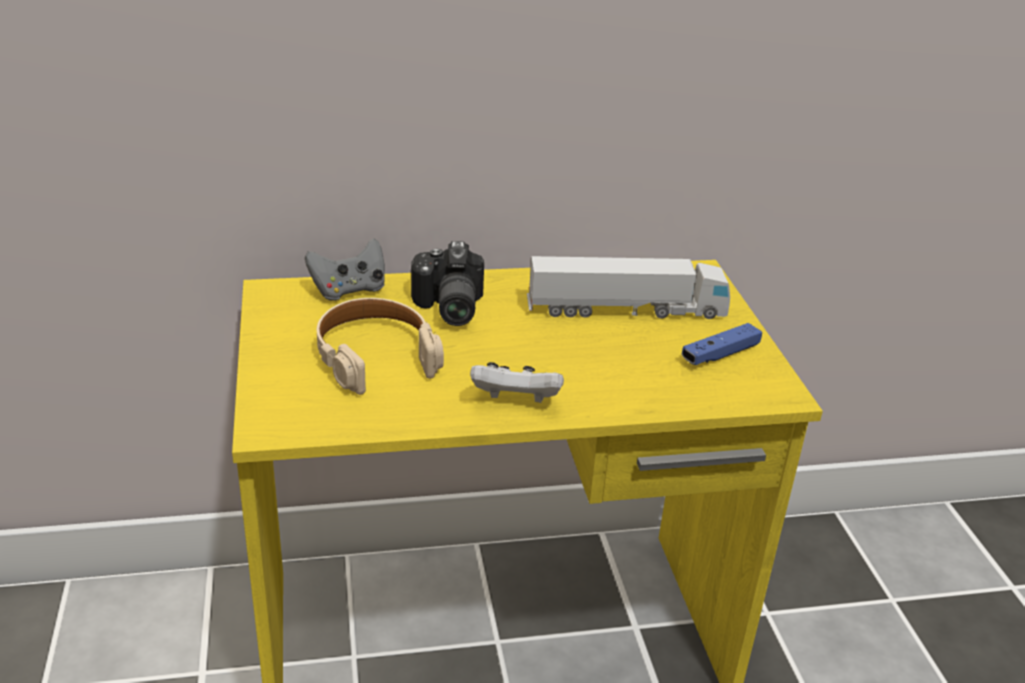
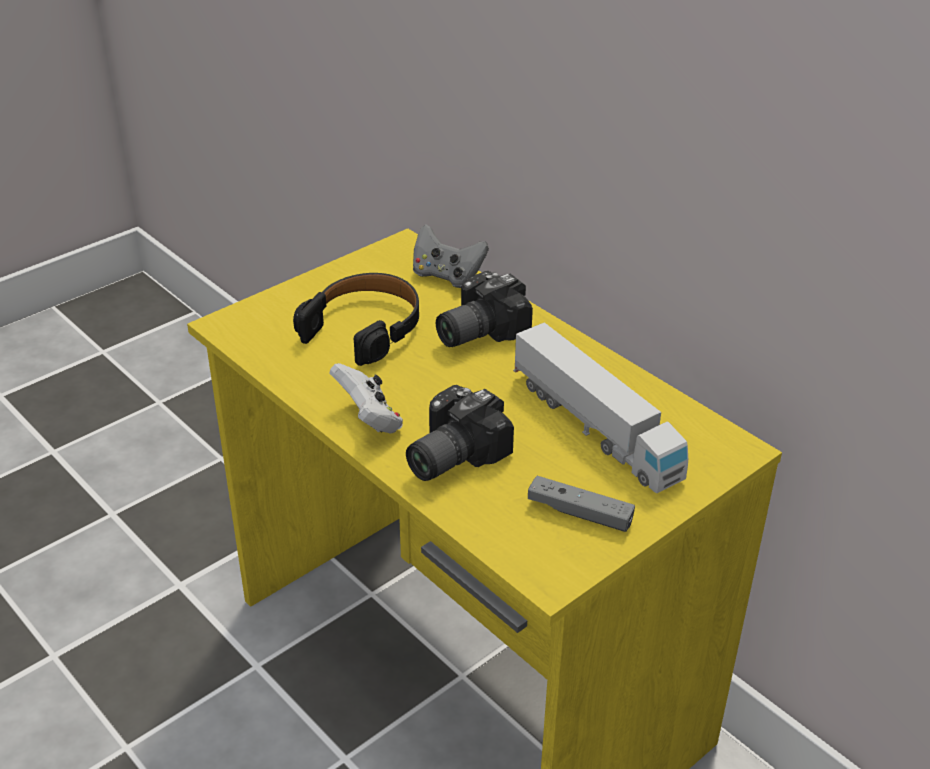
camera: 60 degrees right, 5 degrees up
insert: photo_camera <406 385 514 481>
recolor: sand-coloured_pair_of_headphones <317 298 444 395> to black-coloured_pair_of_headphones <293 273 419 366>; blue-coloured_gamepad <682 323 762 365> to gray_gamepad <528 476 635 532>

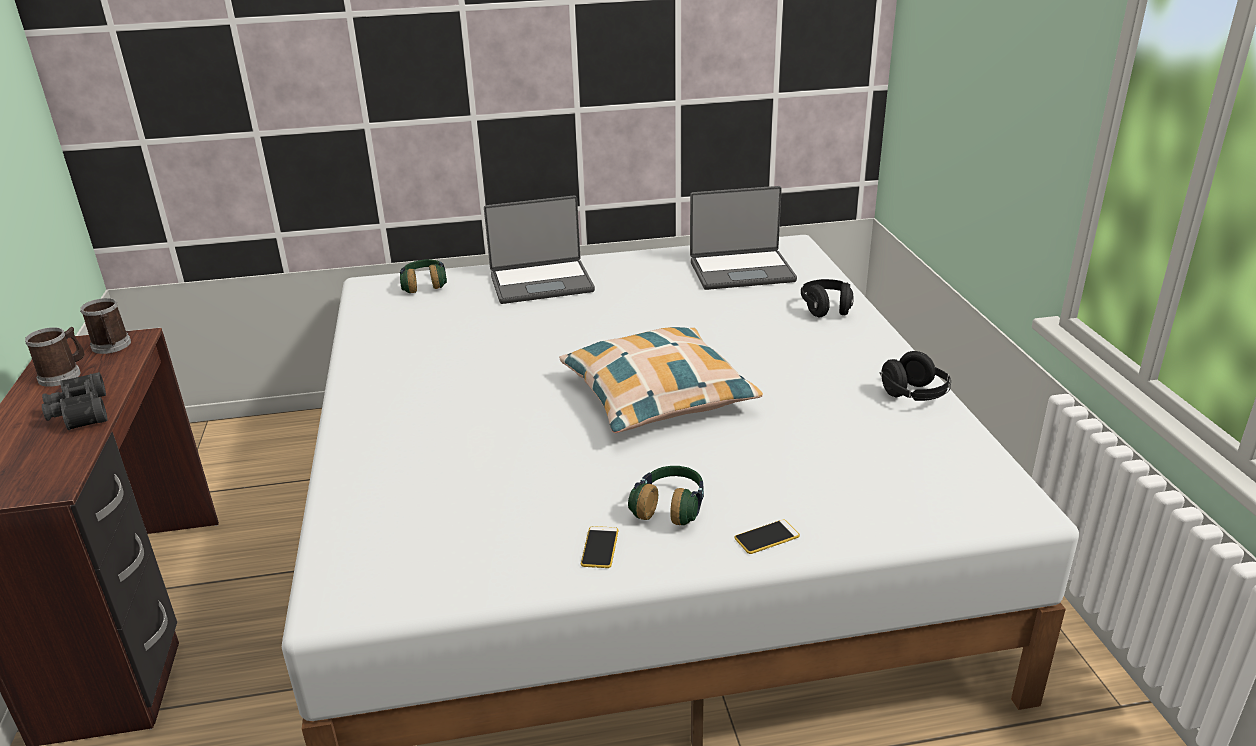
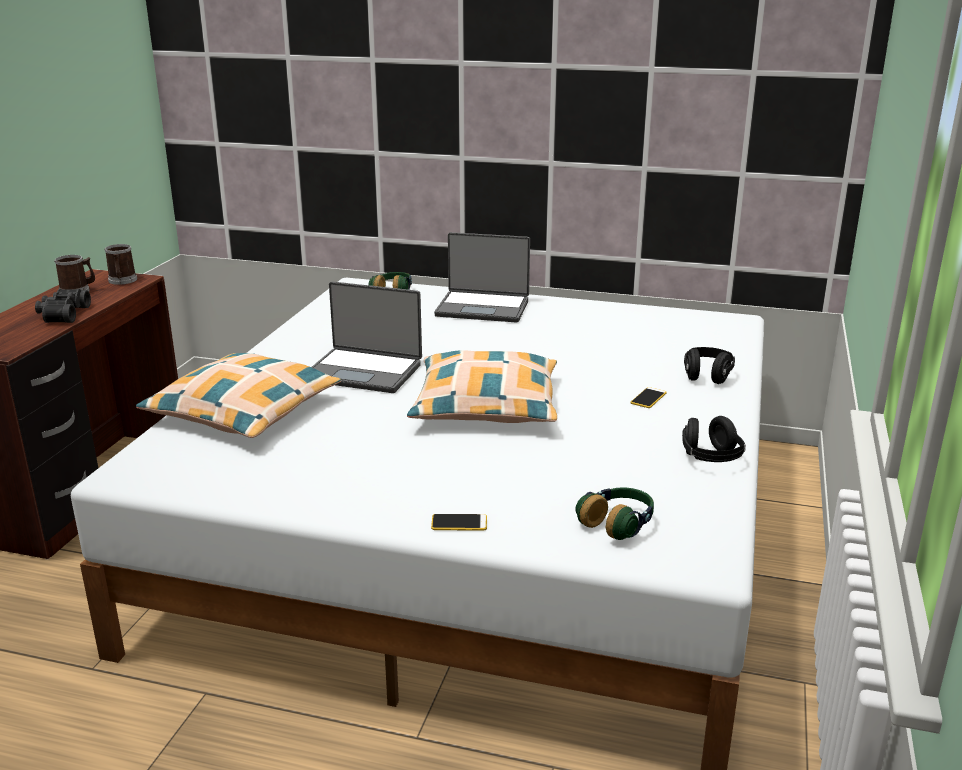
camera: 25 degrees right, 5 degrees down
insert: pillow <136 353 341 438>
move: handset <581 526 618 568> to <631 387 667 408>; pair_of_headphones <628 466 704 525> to <575 487 654 540>; notebook_computer <690 186 797 290> to <312 281 422 393>

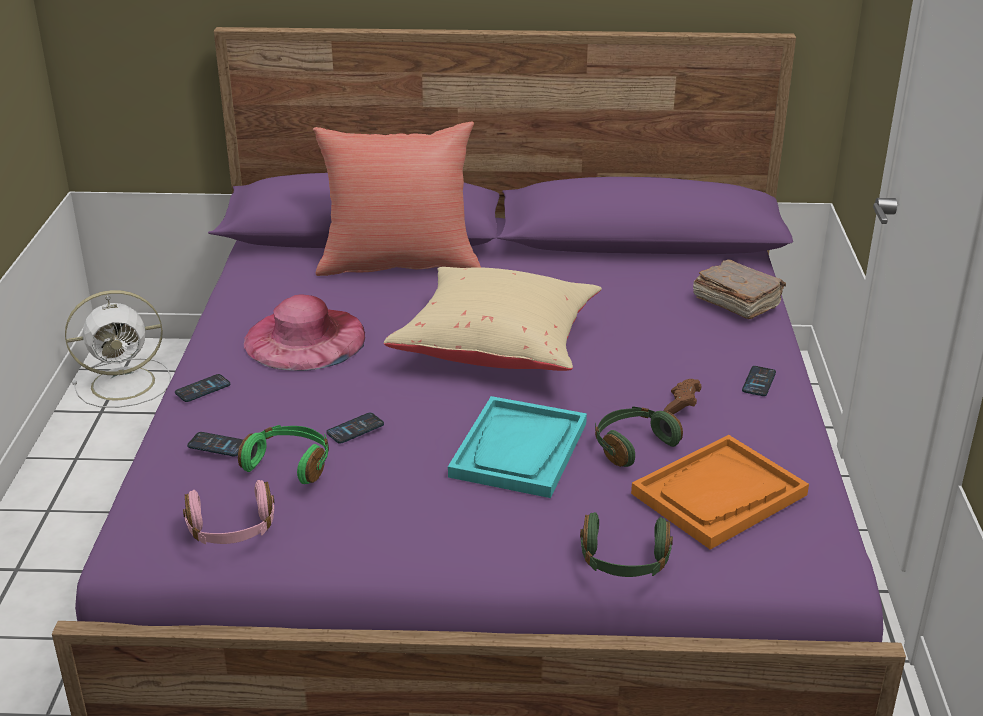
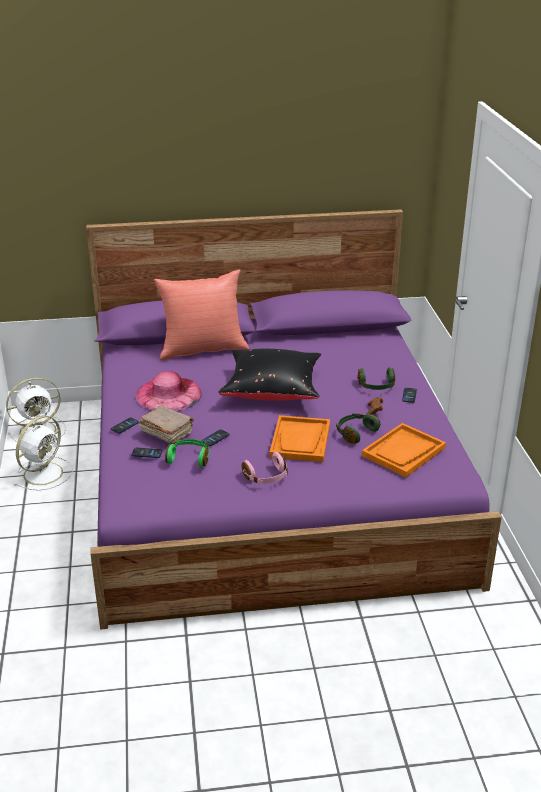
camera: 10 degrees left, 0 degrees up
insert: white_fan <14 416 73 491>
move: pink_pair_of_headphones <183 480 275 544> to <242 452 288 484>; green_pair_of_headphones <580 512 673 577> to <357 367 395 390>; brown_bound_book <693 259 786 319> to <139 406 194 444>
recolor: sand-coloured_pillow <384 267 602 371> to black-coloured_pillow <218 349 321 401>; blue-green_serving_tray <448 396 587 498> to orangey_serving_tray <270 415 330 462>

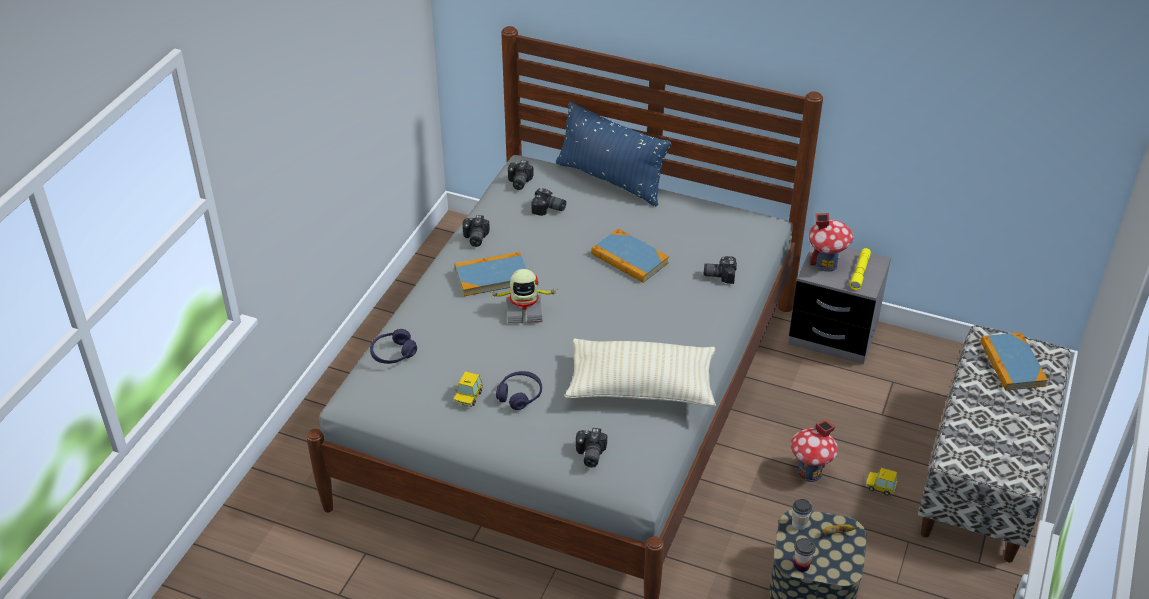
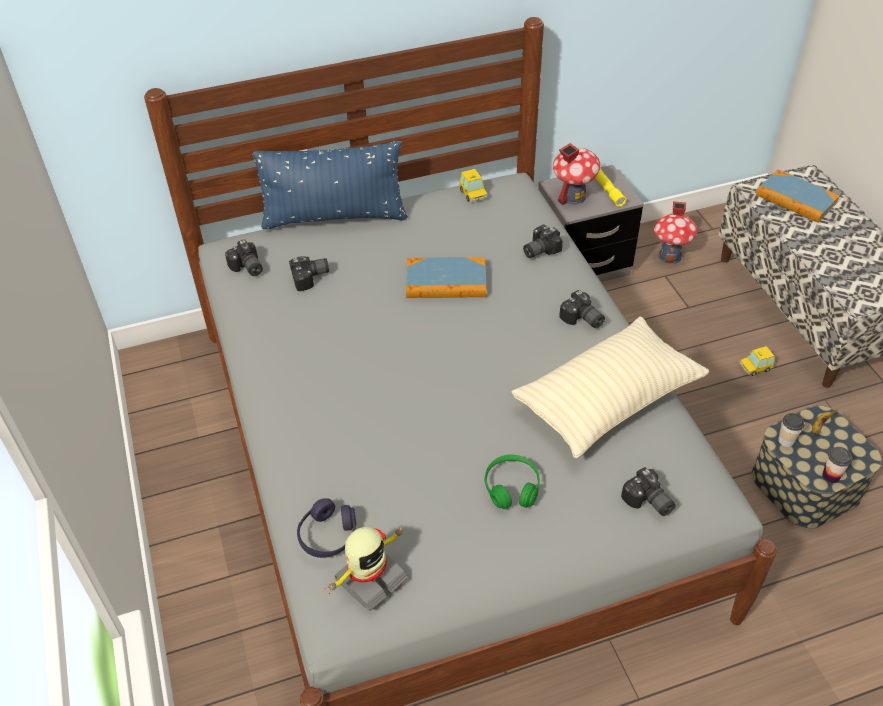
camera: 40 degrees left, 5 degrees up
delete: bound_book <455 252 527 296>
move: miniature_car <453 372 483 407> to <459 169 488 202>; photo_camera <463 215 490 247> to <559 290 605 328>; robot_figure <491 269 558 323> to <325 525 407 611>; miniature_house <791 419 838 482> to <653 201 698 264>
recolor: purple-coloured_pair_of_headphones <496 371 542 410> to green_pair_of_headphones <484 454 540 509>

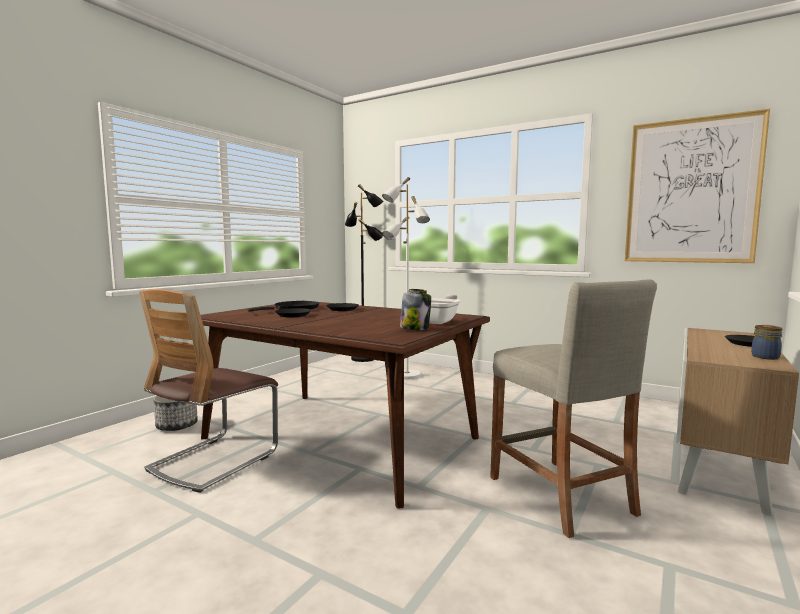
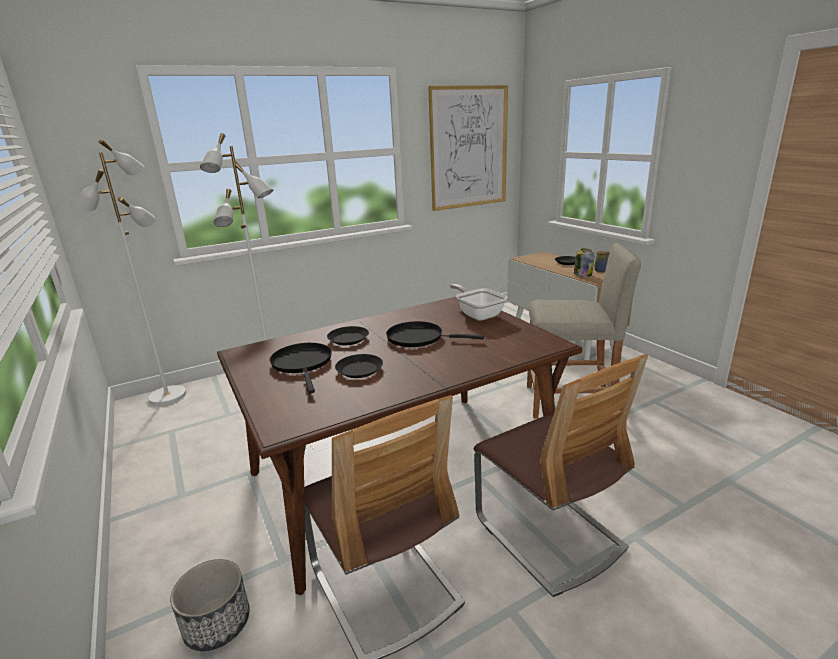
camera: 60 degrees left, 15 degrees up
insert: black-coloured_frying_pan <386 321 484 347>; chair <474 354 648 597>
move: jar <400 289 431 330> to <574 248 595 277>
recolor: black-coloured_standing_lamp <345 184 383 362> to white_standing_lamp <74 139 186 406>

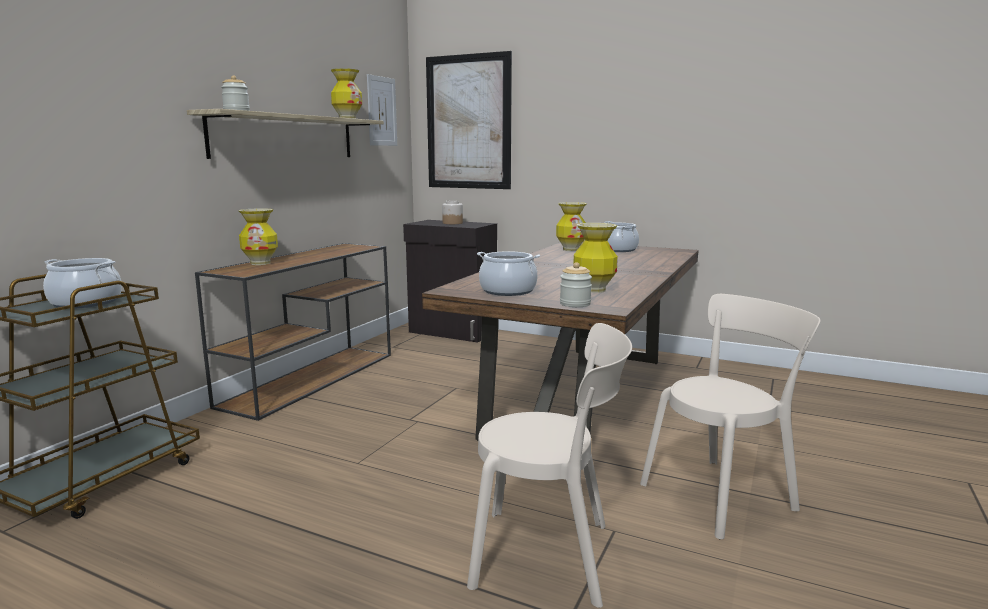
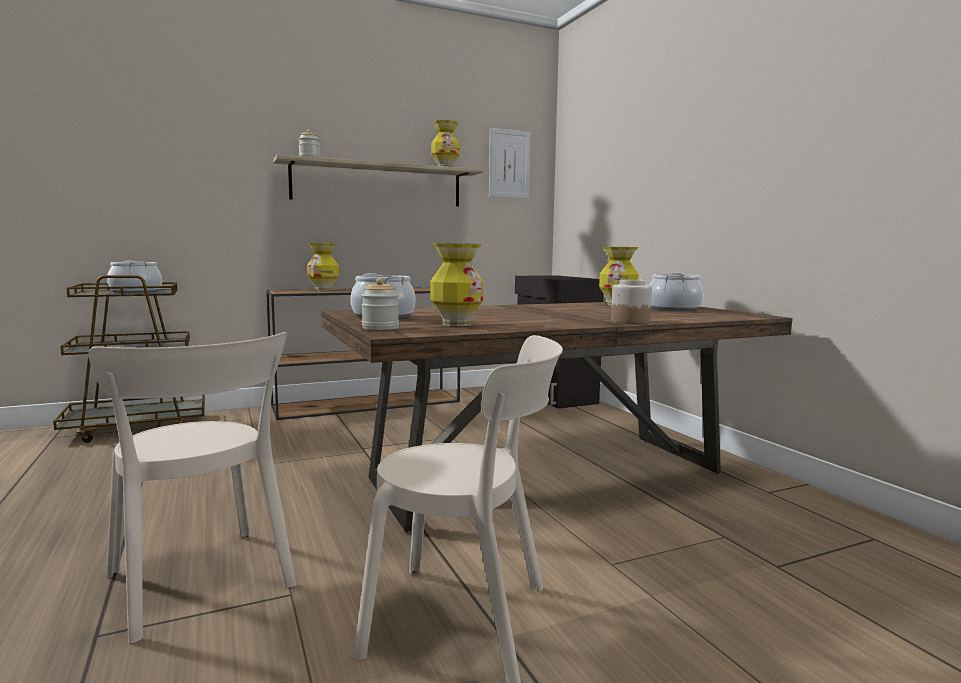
camera: 40 degrees right, 5 degrees down
delete: picture <426 51 512 189>
move: jar <442 200 463 224> to <611 279 652 324>

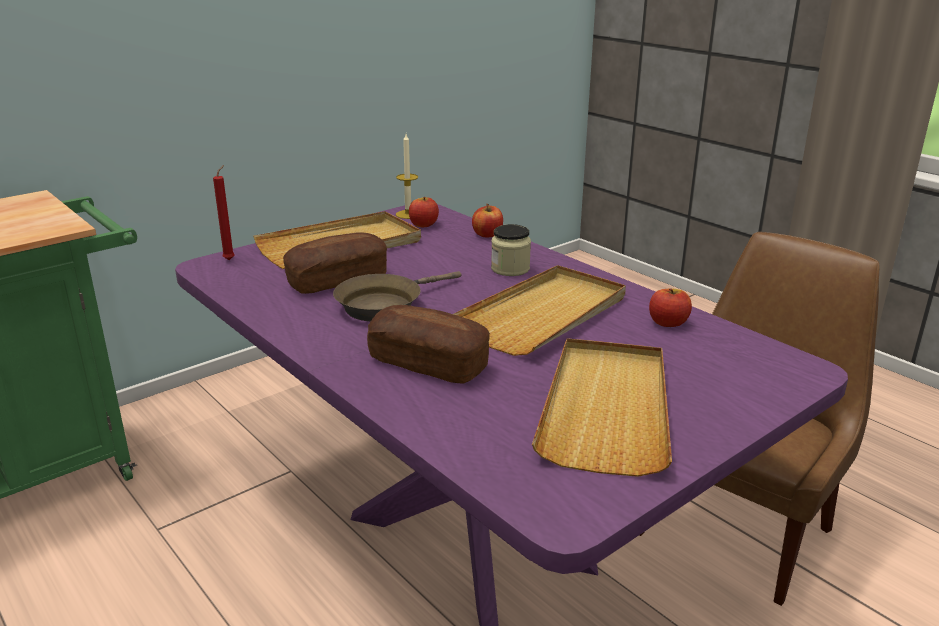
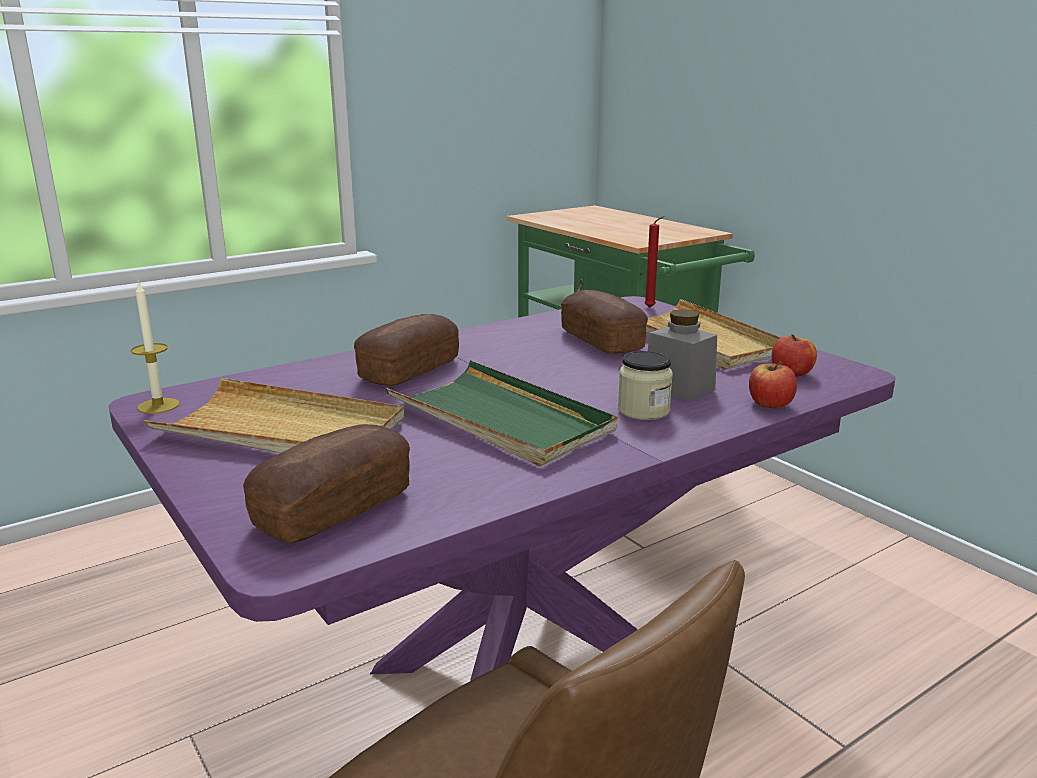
camera: 95 degrees right, 5 degrees down
delete: brown_frying_pan <333 271 461 322>; whole_apple <649 288 692 327>
insert: bread <243 424 410 543>; gray_jar <648 309 717 402>
move: candle <396 134 418 219> to <131 281 180 414>
recolor: sand-coloured_serving_tray <454 265 626 356> to green_serving_tray <385 360 618 466>

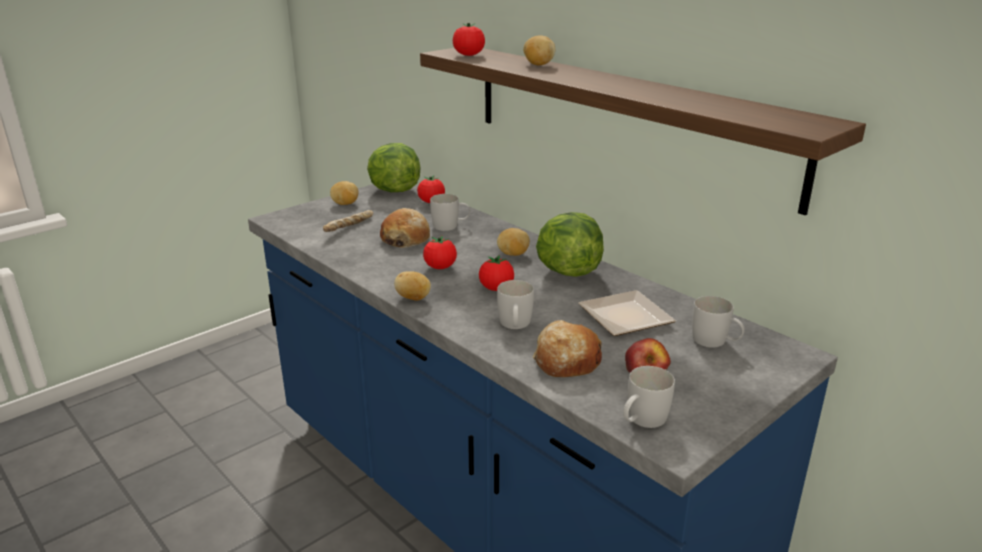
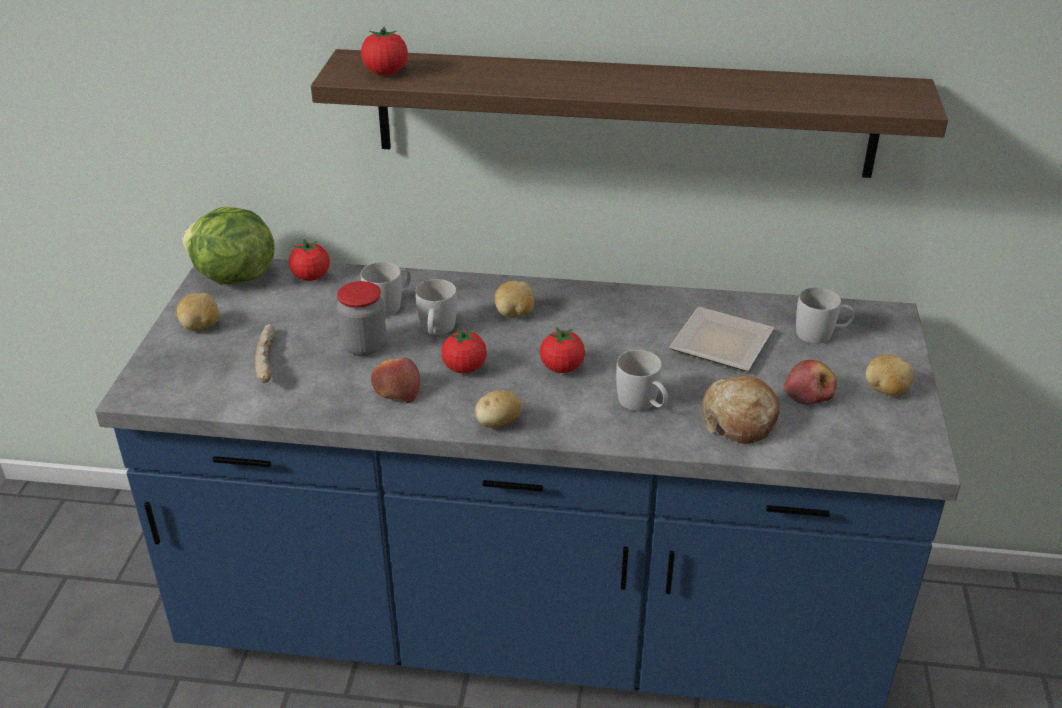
camera: 40 degrees left, 10 degrees up
delete: lettuce <536 212 604 277>
insert: whole_apple <371 357 420 403>
move: spud <523 35 556 65> to <866 354 914 396>; white_mug <623 366 675 428> to <415 279 457 335>
replace: bread <380 208 430 248> to jar <337 281 386 356>

